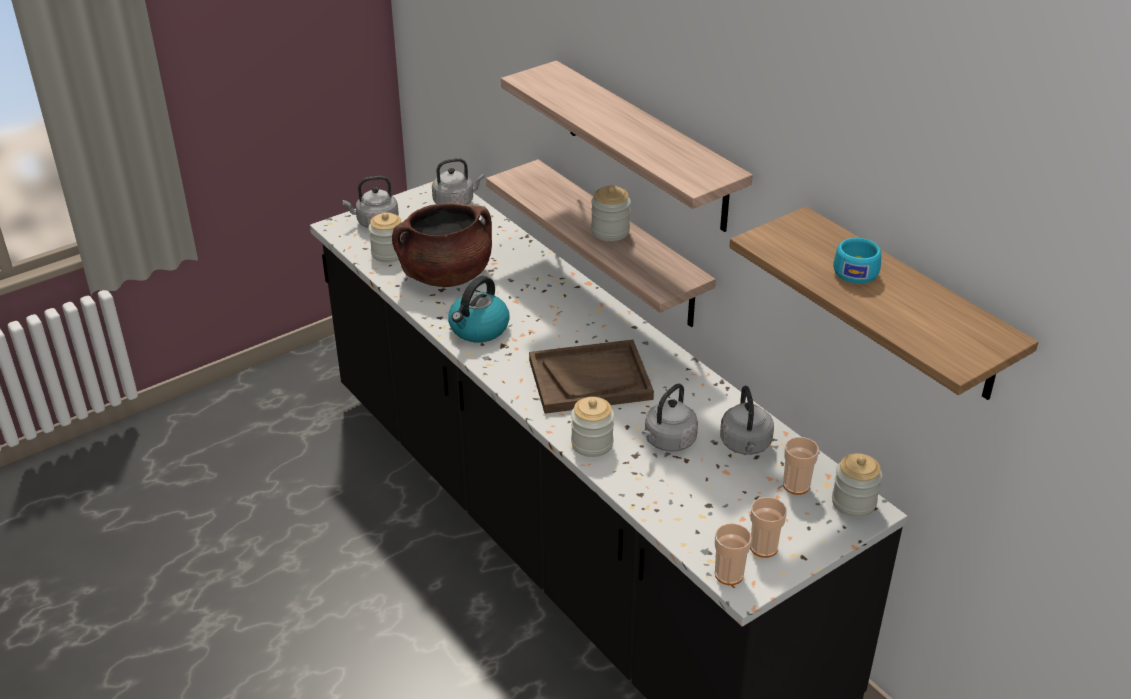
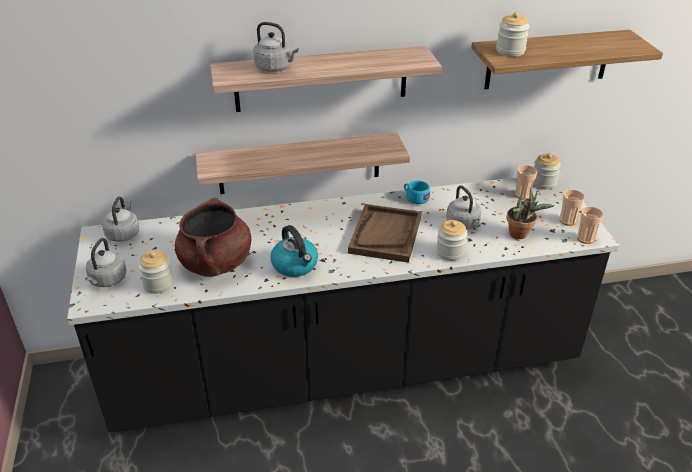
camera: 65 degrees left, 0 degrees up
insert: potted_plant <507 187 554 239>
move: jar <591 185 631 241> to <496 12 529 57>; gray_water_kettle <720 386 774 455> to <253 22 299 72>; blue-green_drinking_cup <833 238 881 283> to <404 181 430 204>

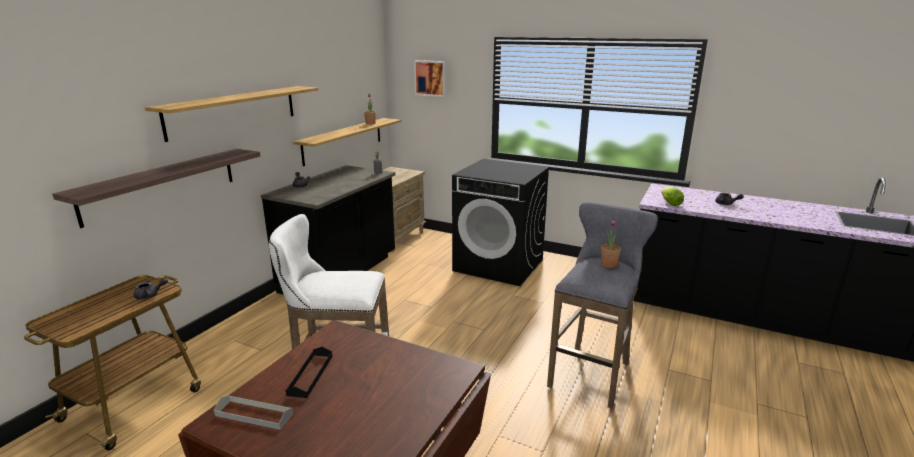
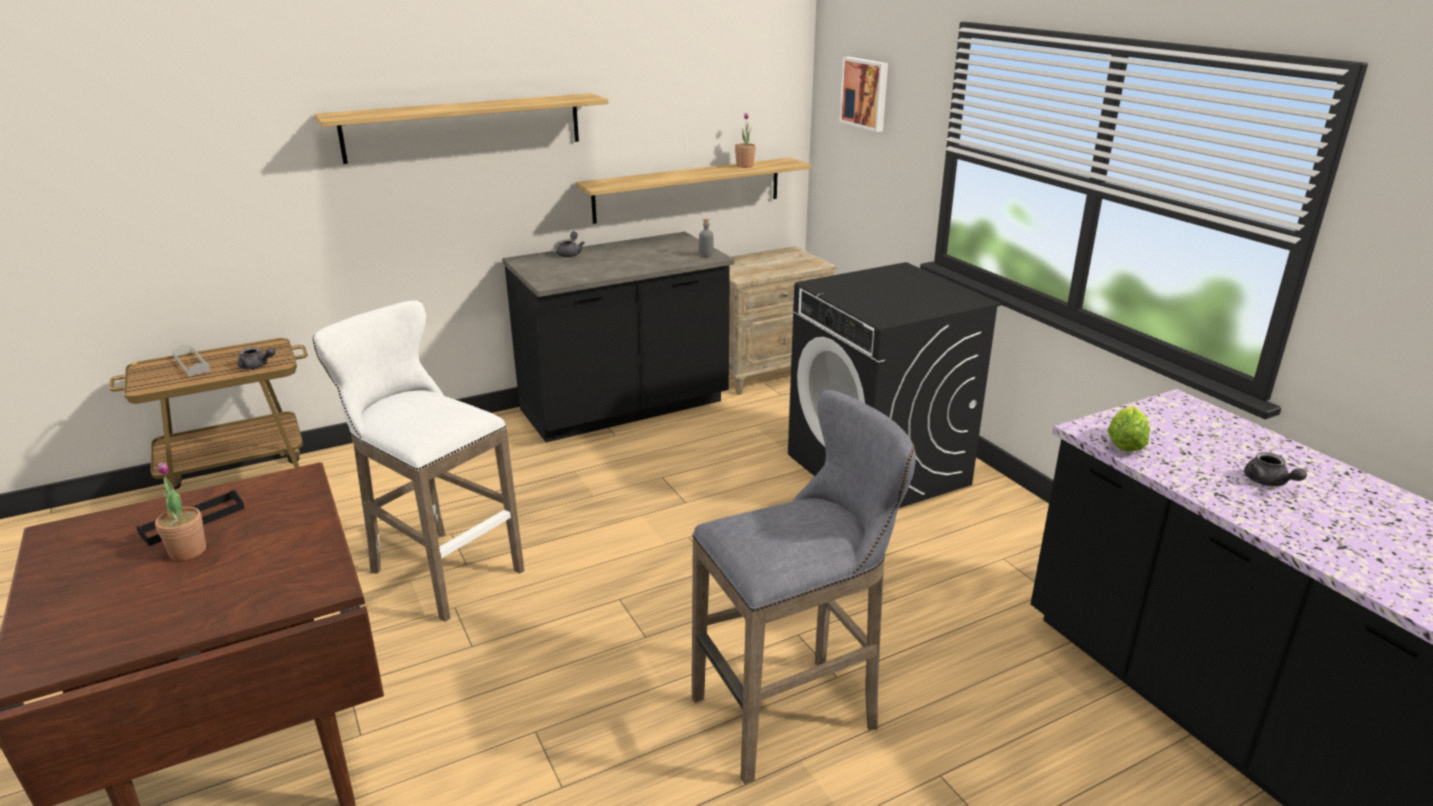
camera: 35 degrees right, 5 degrees up
delete: wall_shelf <52 148 260 228>
move: gray_serving_tray <214 395 293 430> to <172 345 210 376>; potted_plant <601 220 621 268> to <155 462 206 561>

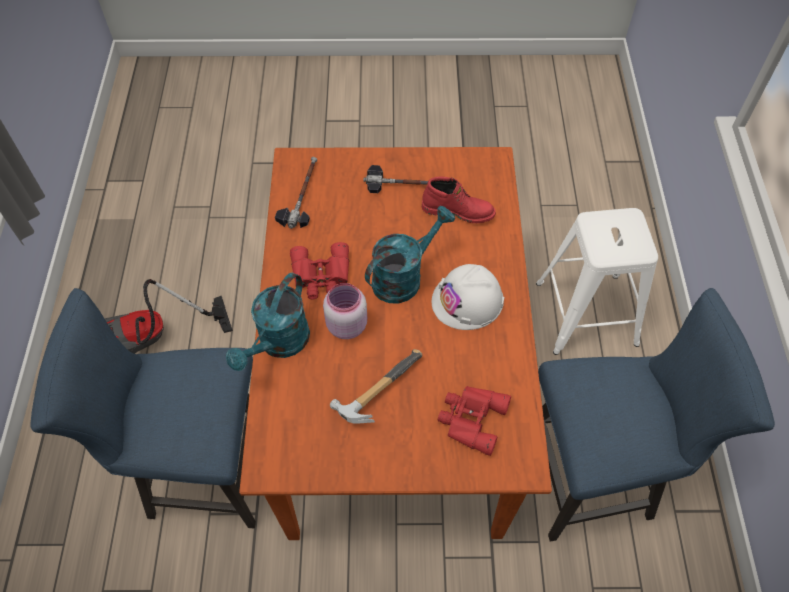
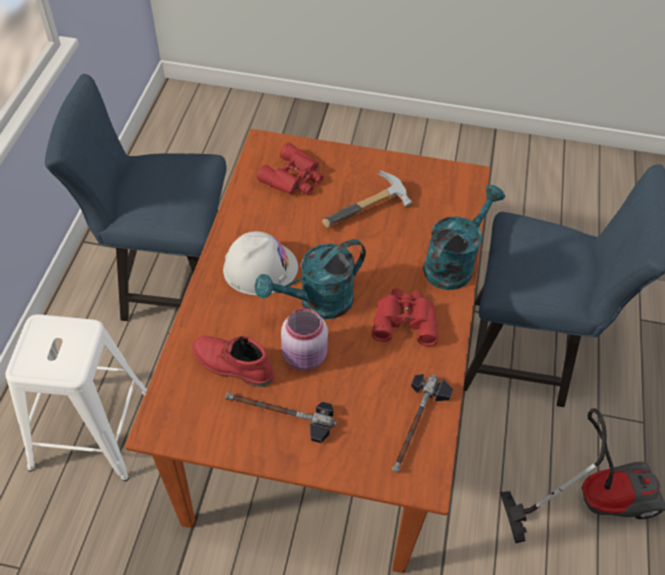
camera: 170 degrees left, 5 degrees down
move: pink_jar <323 283 367 339> to <281 308 328 371>

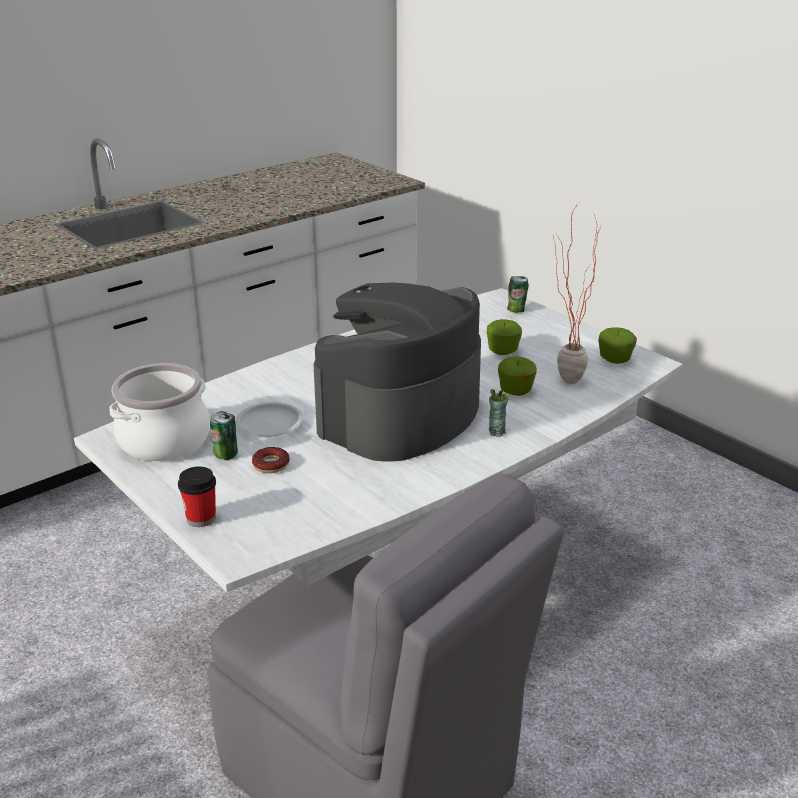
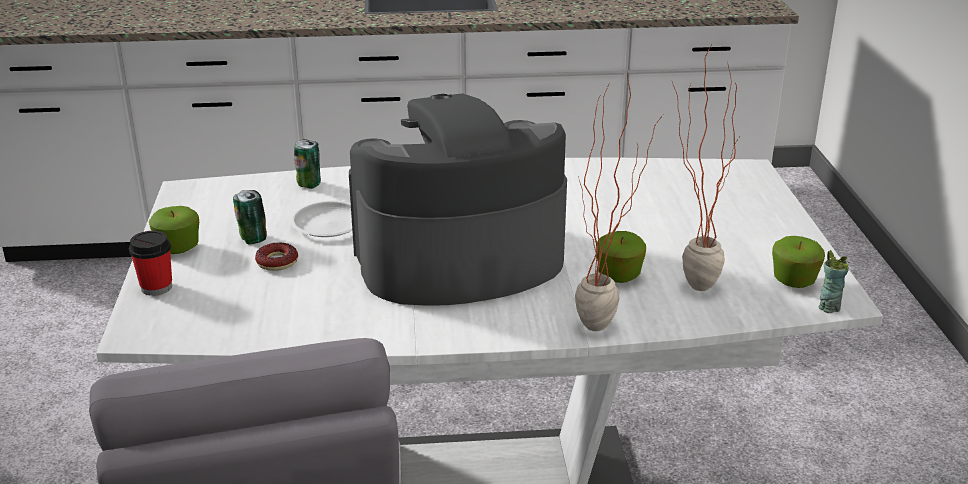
camera: 35 degrees right, 0 degrees up
delete: cooking_pot <109 363 210 461>
insert: potted_plant <575 71 663 331>
move: whole_apple <487 319 522 355> to <149 206 199 254>; drinking_cup <489 389 509 437> to <818 250 849 313>; metal_can <507 276 529 313> to <294 139 321 189>

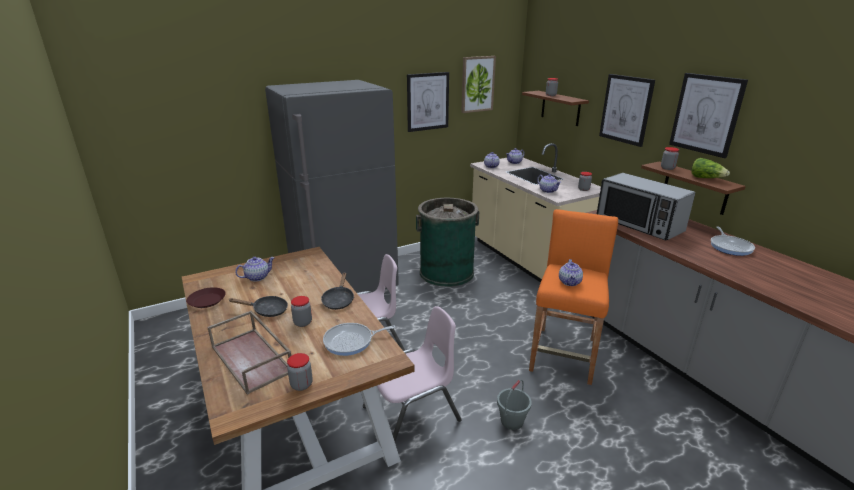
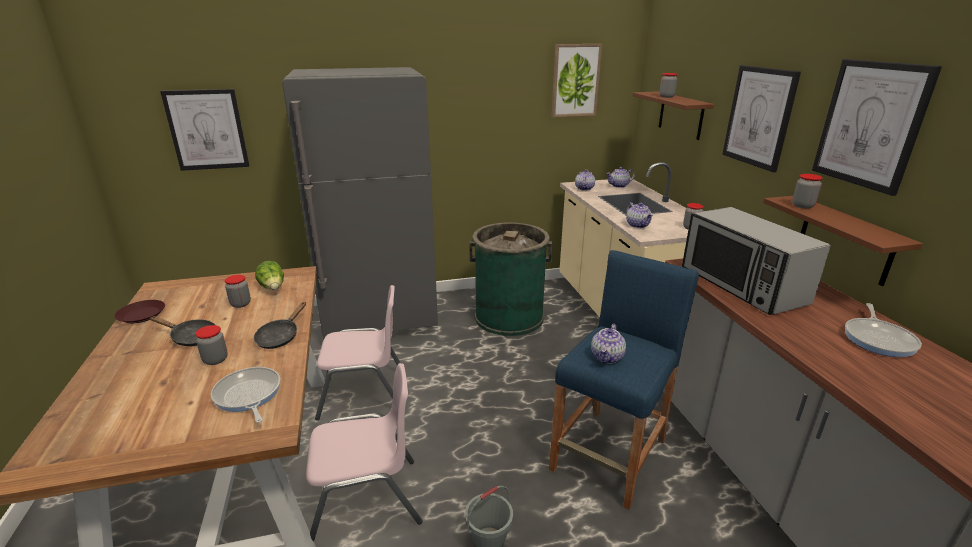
camera: 15 degrees right, 0 degrees up
delete: brown_serving_tray <207 310 291 395>; teapot <235 257 275 281>
move: jar <287 353 313 391> to <225 275 251 308>; picture <407 72 449 132> to <160 89 249 171>; lettuce <692 158 730 178> to <255 261 284 290>
recolor: orangey_stool <529 209 618 385> to blue-coloured_stool <549 250 699 510>
rotate: frying_pan <323 323 395 356> = <211 367 280 423> 60 degrees clockwise

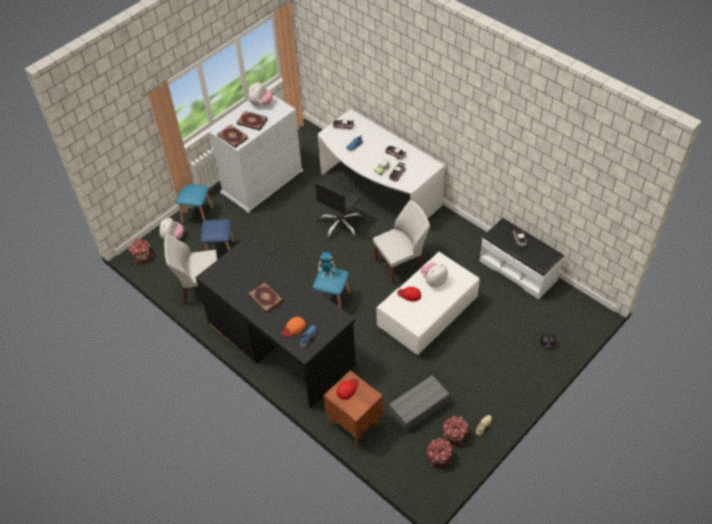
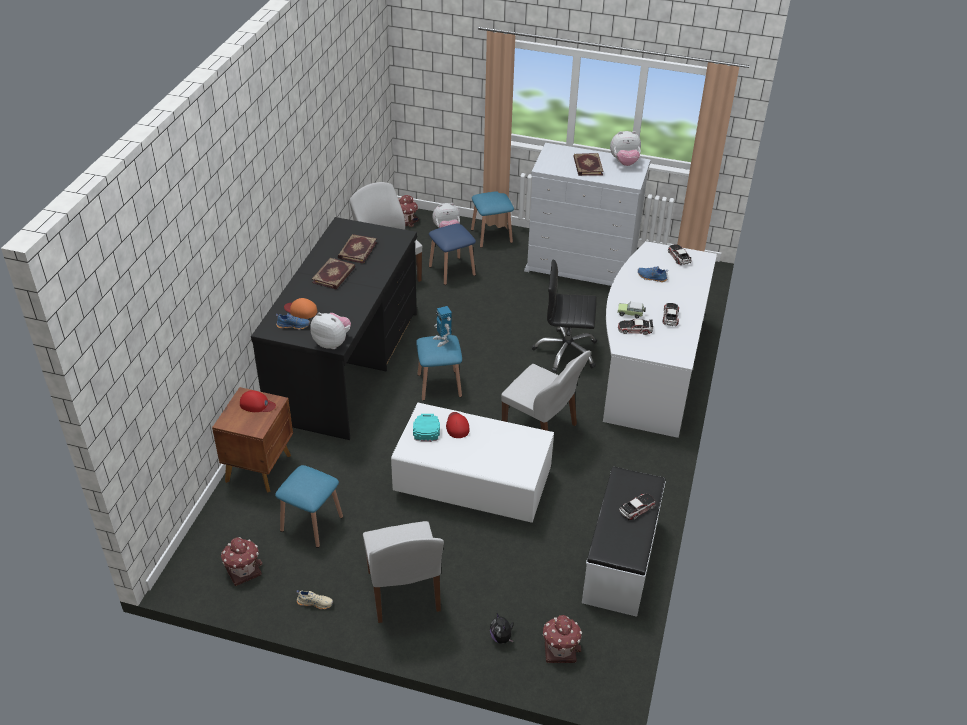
camera: 60 degrees right, 10 degrees down
insert: white_chair <363 521 444 623>; blue-green_baseball_cap <413 414 440 442>
move: bound_book <217 124 249 148> to <338 234 377 264>; cuddly_toy <421 262 448 287> to <310 313 351 349>; miniature_house <442 416 468 447> to <543 615 582 663>
replace: gray_storage_box <389 375 450 432> to blue-coloured_stool <275 465 343 548>

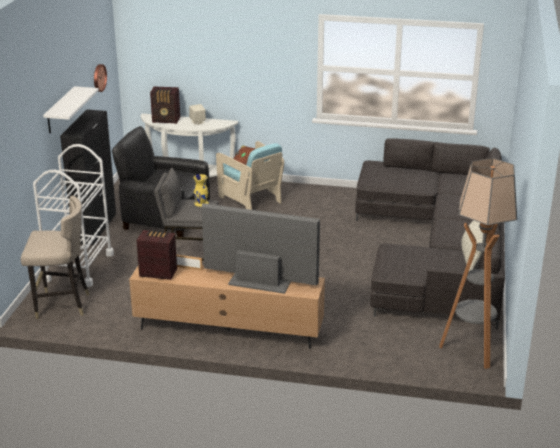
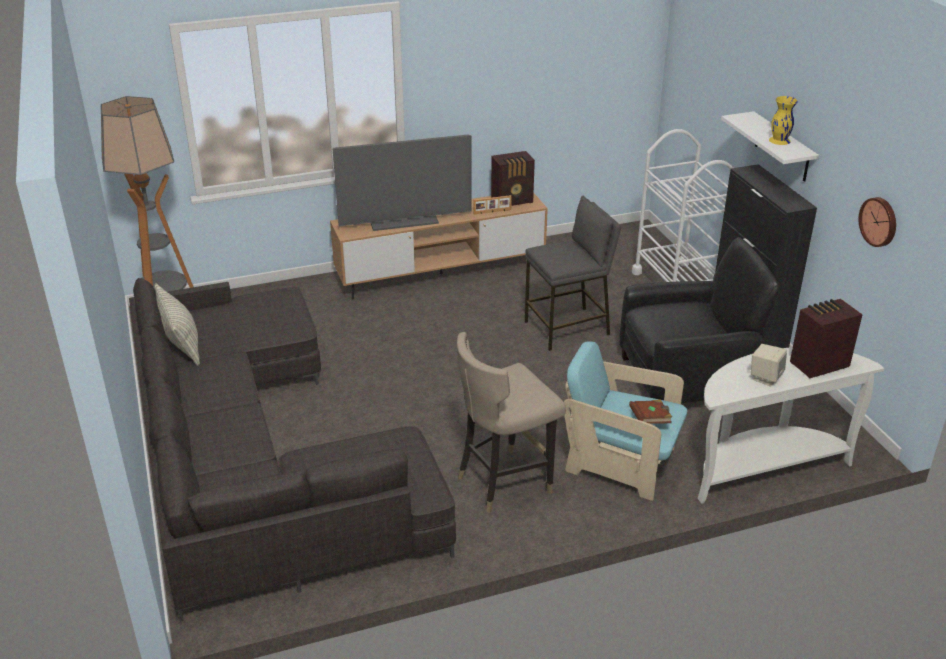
camera: 150 degrees right, 5 degrees up
move: sand-coloured_stool <21 195 89 319> to <457 332 566 513>; yellowish_vase <193 174 209 207> to <769 96 798 145>

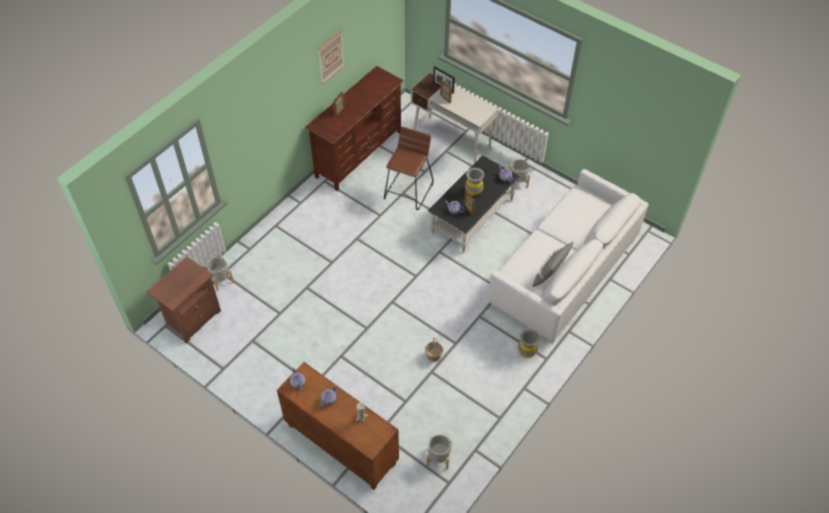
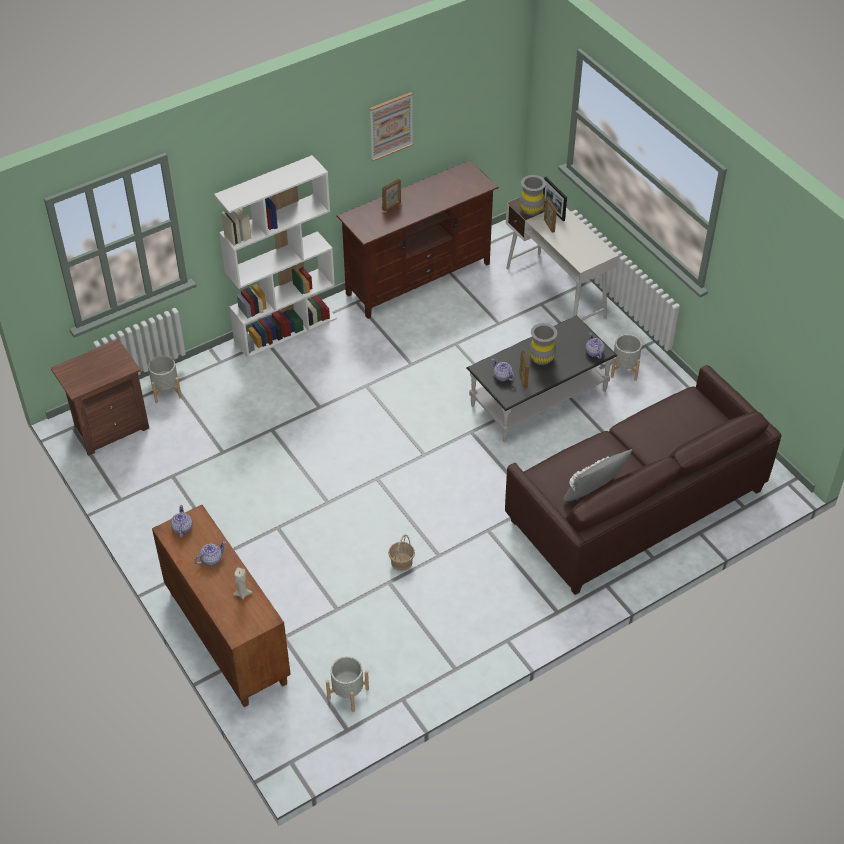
camera: 20 degrees right, 5 degrees down
delete: brown_stool <384 127 434 210>
insert: white_bookshelf <214 155 337 358>
move: gray_vase <518 329 540 358> to <519 175 546 216>
recolor: white_settee <488 169 649 344> to brown_settee <505 365 781 595>

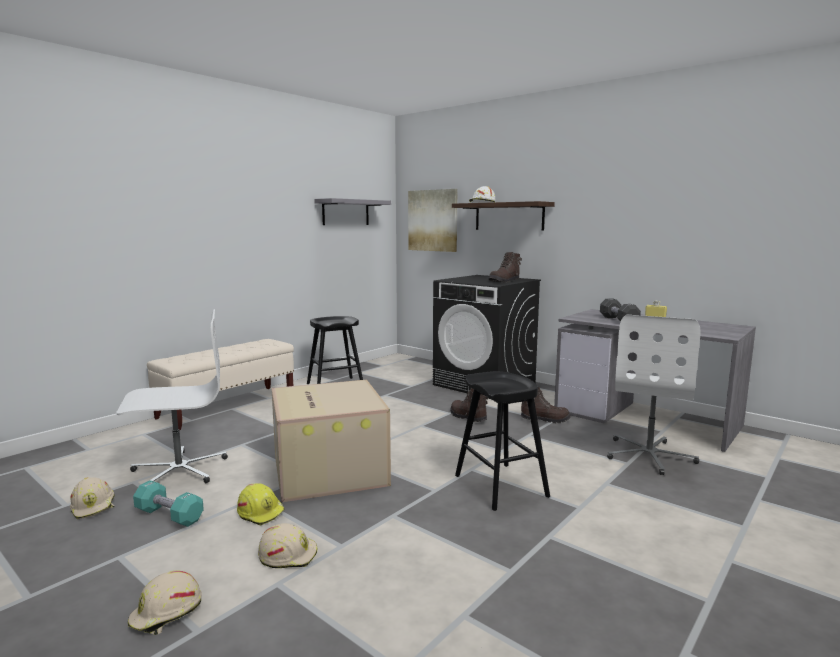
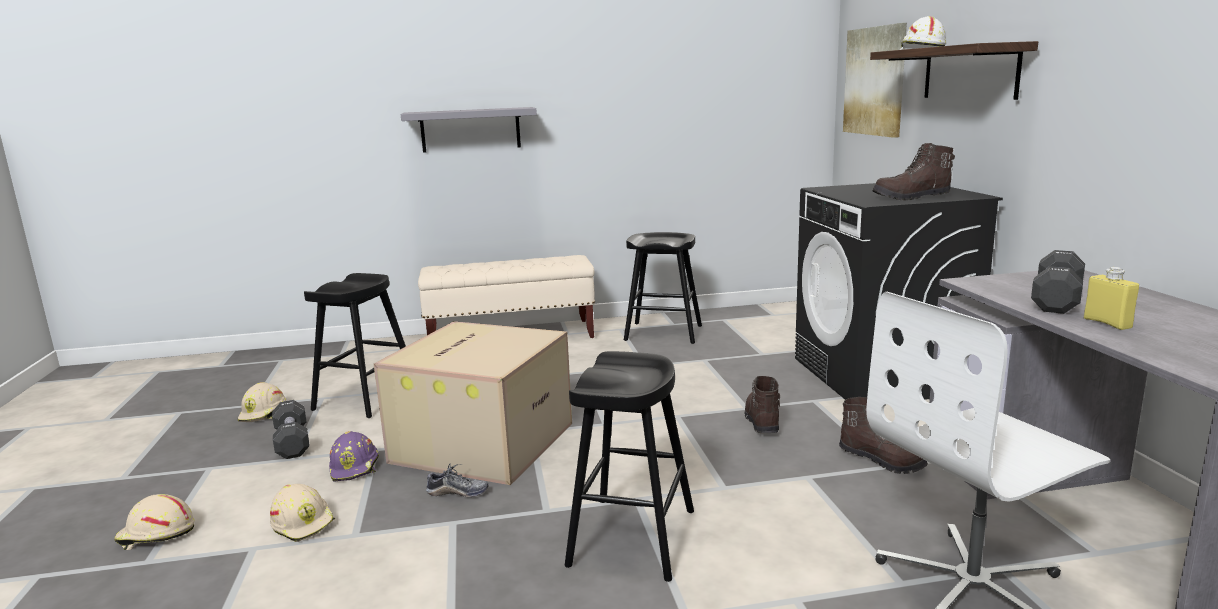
camera: 40 degrees right, 5 degrees up
insert: shoe <426 464 489 497>
move: gray_wall_shelf <314 198 391 225> to <401 107 537 153>
replace: white_desk_chair <116 309 228 483> to black-coloured_stool <304 273 406 418>
recolor: blue-green_hand_weight <133 480 204 527> to black-coloured_hand_weight <272 400 310 459>; yellowish_safety_helmet <237 483 285 525> to purple-coloured_safety_helmet <329 431 379 482>

